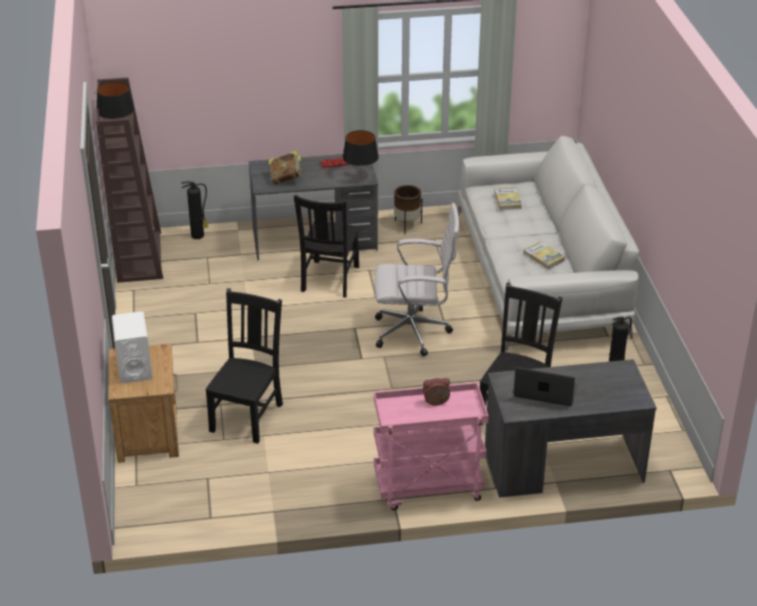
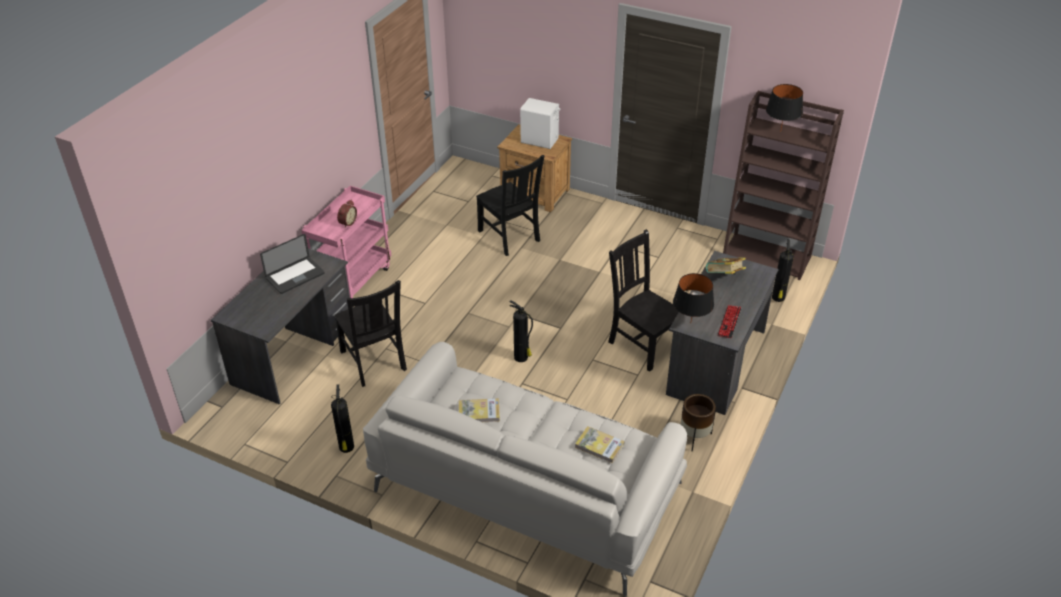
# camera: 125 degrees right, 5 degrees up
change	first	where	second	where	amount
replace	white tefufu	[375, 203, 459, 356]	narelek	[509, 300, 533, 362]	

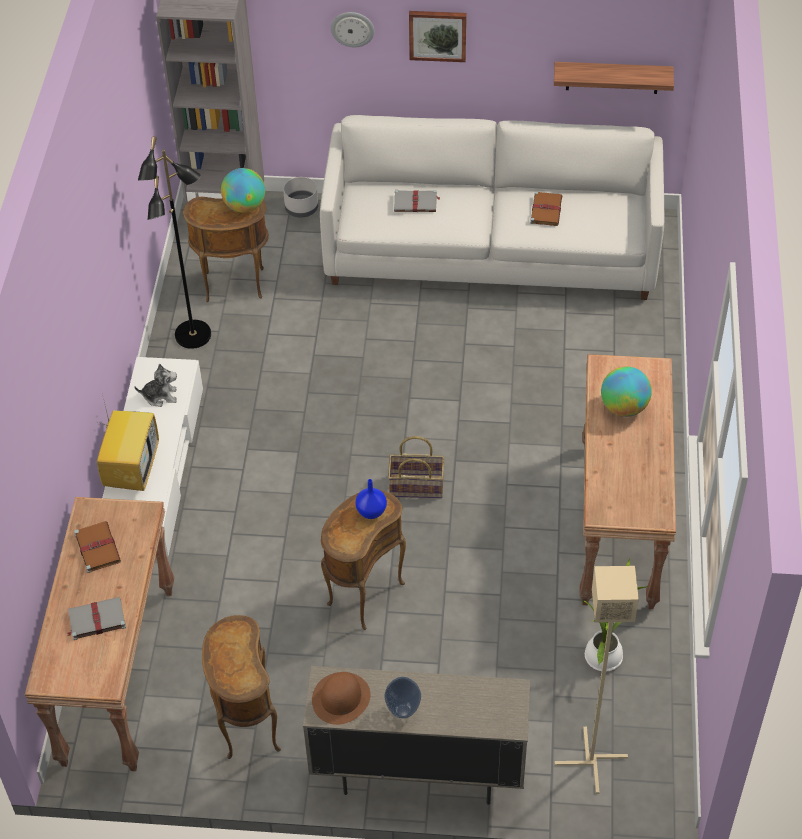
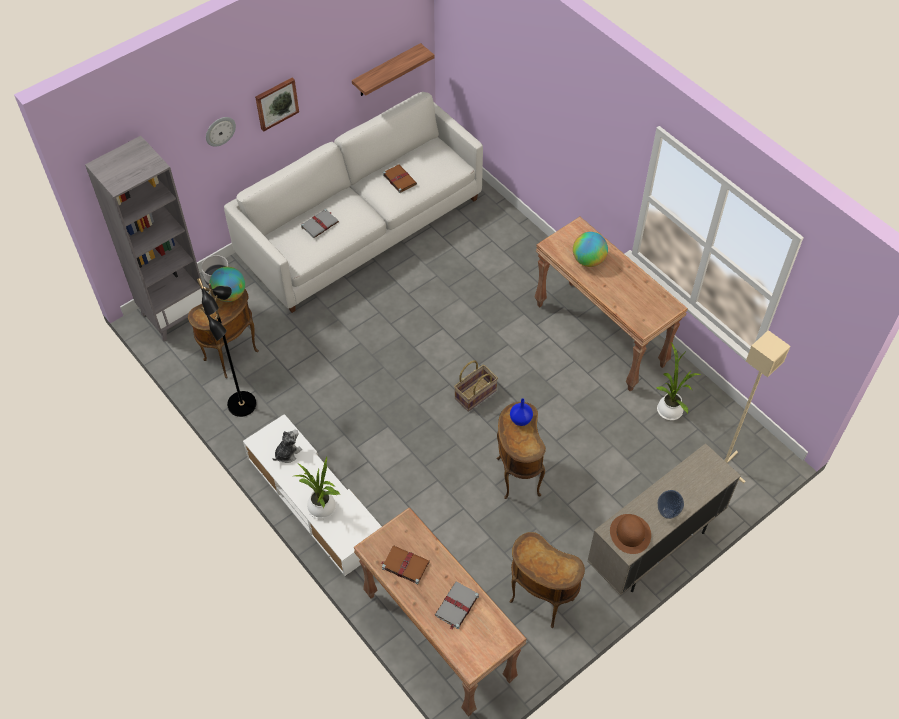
# camera: 45 degrees left, 5 degrees up
change	first	where	second	where	amount
replace	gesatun	[97, 393, 159, 491]	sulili	[295, 457, 341, 519]	

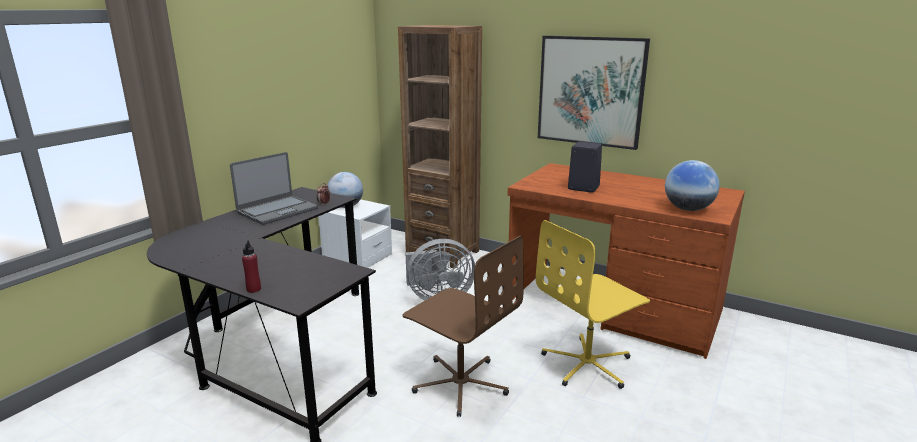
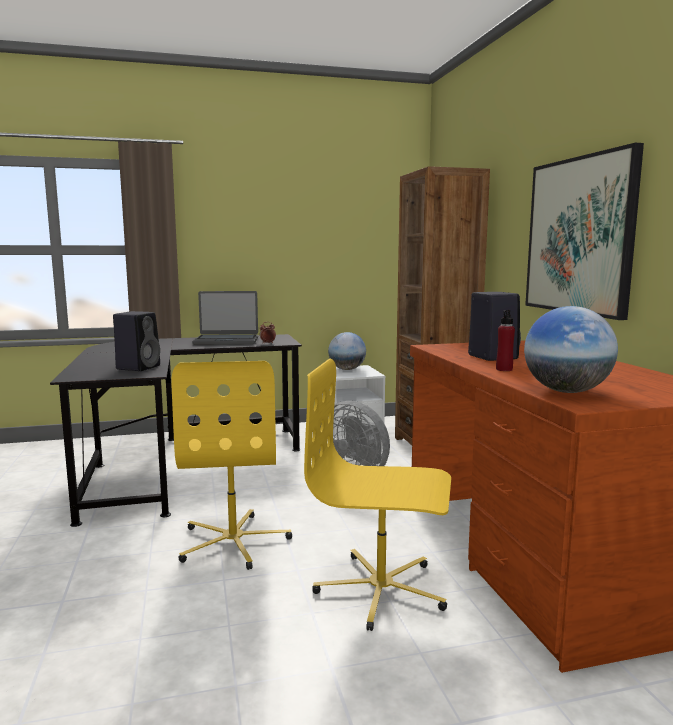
# camera: 45 degrees right, 10 degrees down
change	first	where	second	where	amount
recolor	brown tefufu	[403, 236, 524, 417]	yellow tefufu	[171, 361, 292, 570]	
move	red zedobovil	[242, 240, 261, 293]		[496, 310, 515, 371]	
insert			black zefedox	[113, 311, 160, 371]	

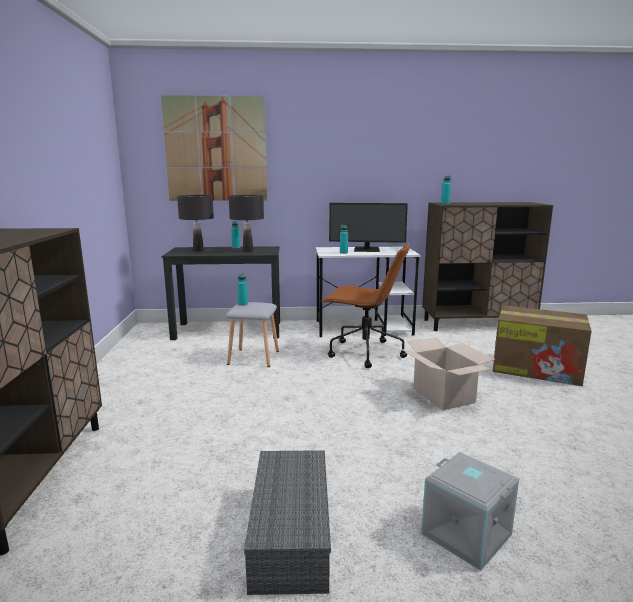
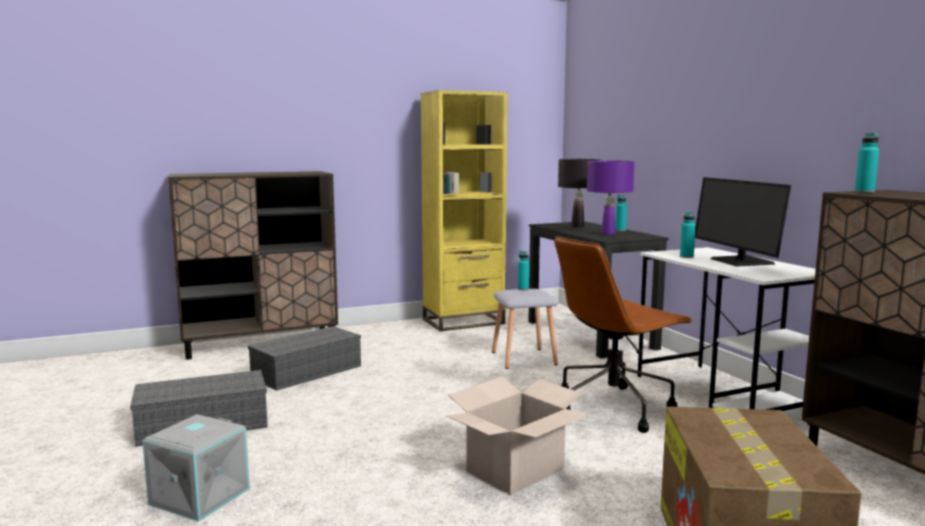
# camera: 70 degrees right, 5 degrees down
change	first	where	second	where	amount
delete	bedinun	[161, 95, 267, 201]			
recolor	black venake	[229, 195, 264, 252]	purple venake	[587, 161, 635, 235]	
rotate	brown tefufu	[322, 243, 410, 368]		[554, 236, 693, 433]	60 degrees clockwise
insert			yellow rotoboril	[421, 90, 508, 331]	
insert			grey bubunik	[248, 326, 361, 391]	

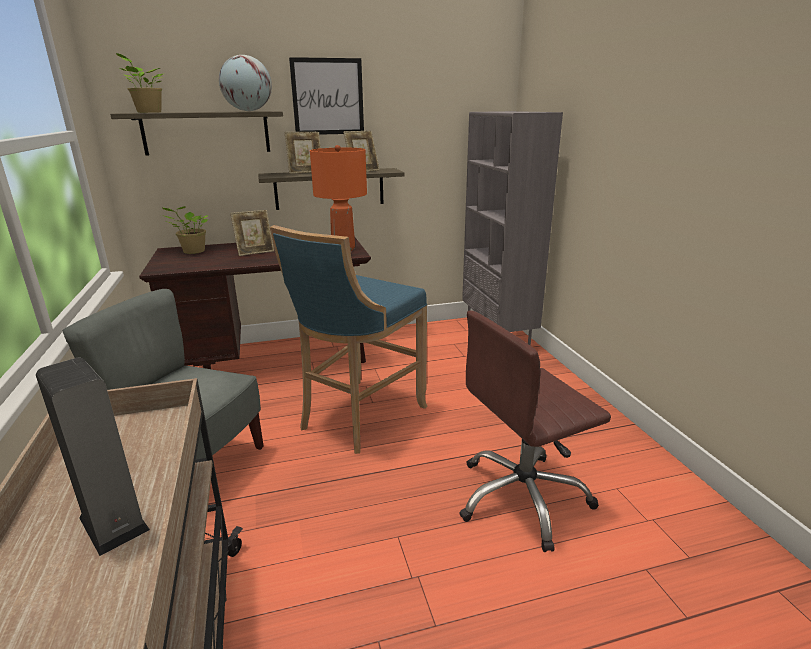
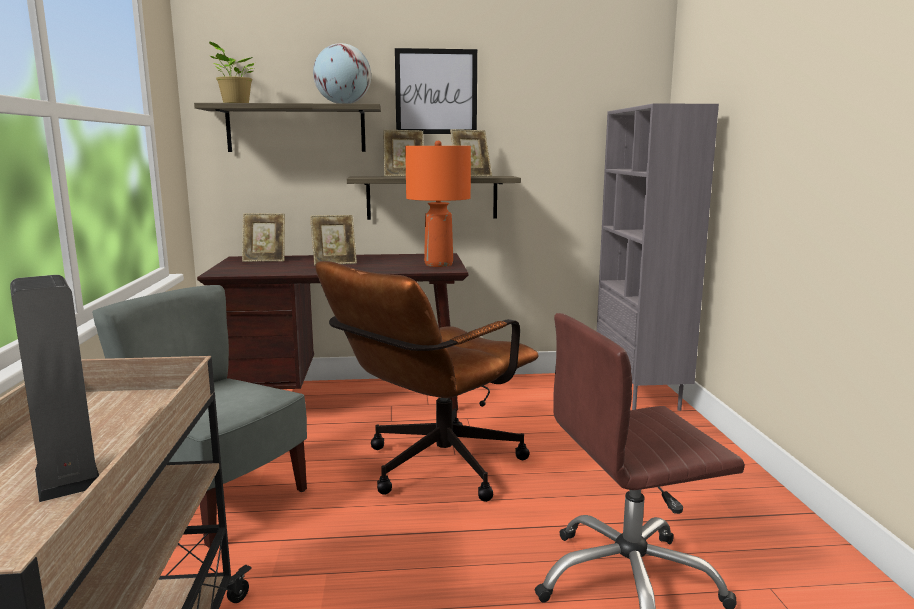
# camera: 10 degrees right, 10 degrees down
change	first	where	second	where	amount
replace	sulili	[161, 206, 208, 254]	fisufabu	[242, 213, 285, 262]	
replace	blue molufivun	[269, 225, 428, 454]	brown tefufu	[315, 261, 539, 502]	

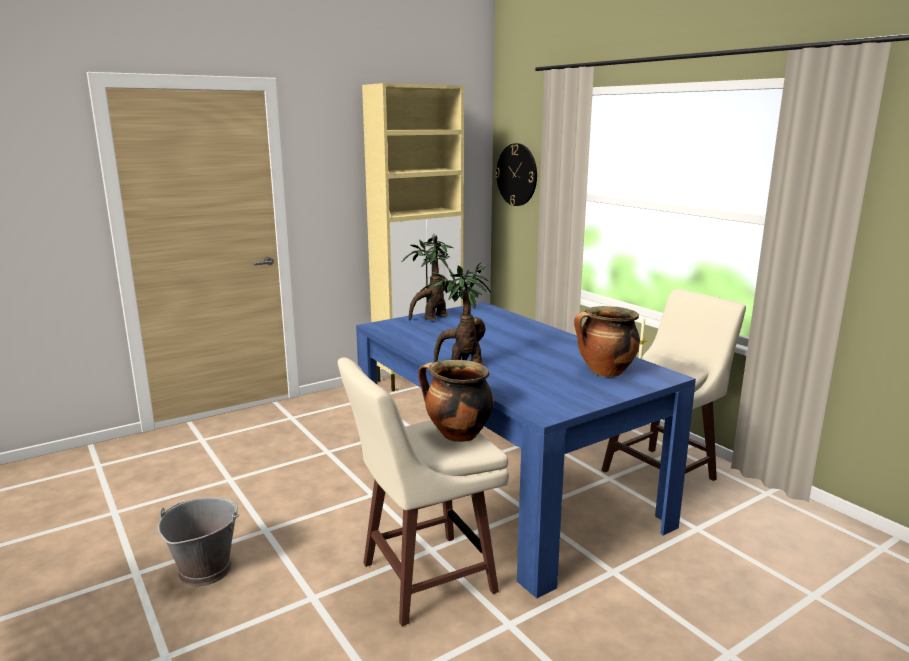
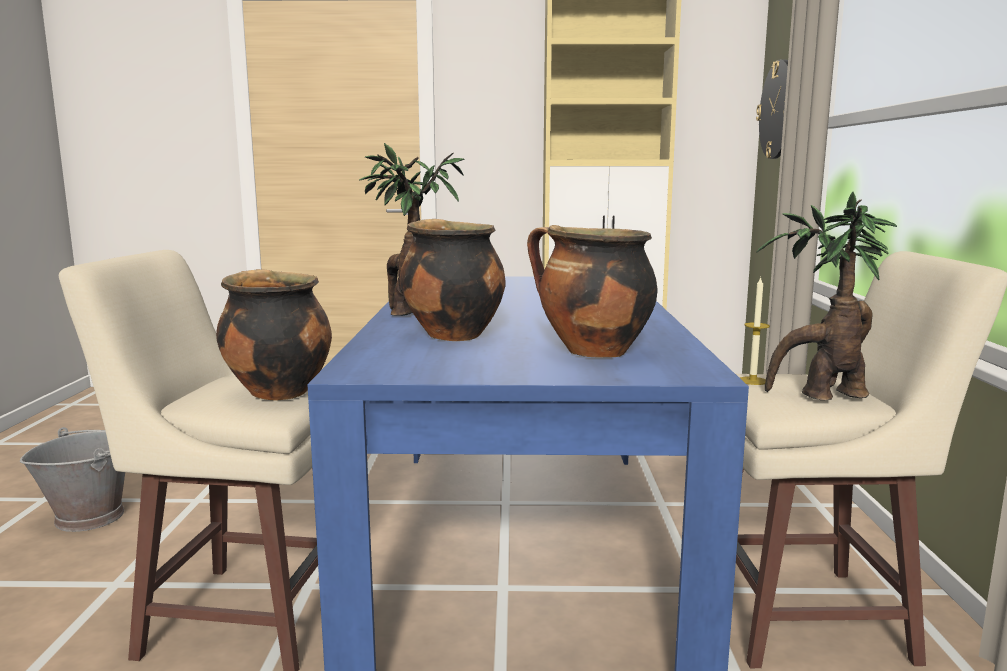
# camera: 35 degrees right, 5 degrees down
change	first	where	second	where	amount
move	sulili	[402, 233, 453, 320]		[756, 191, 897, 400]	
insert			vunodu	[400, 219, 506, 341]	

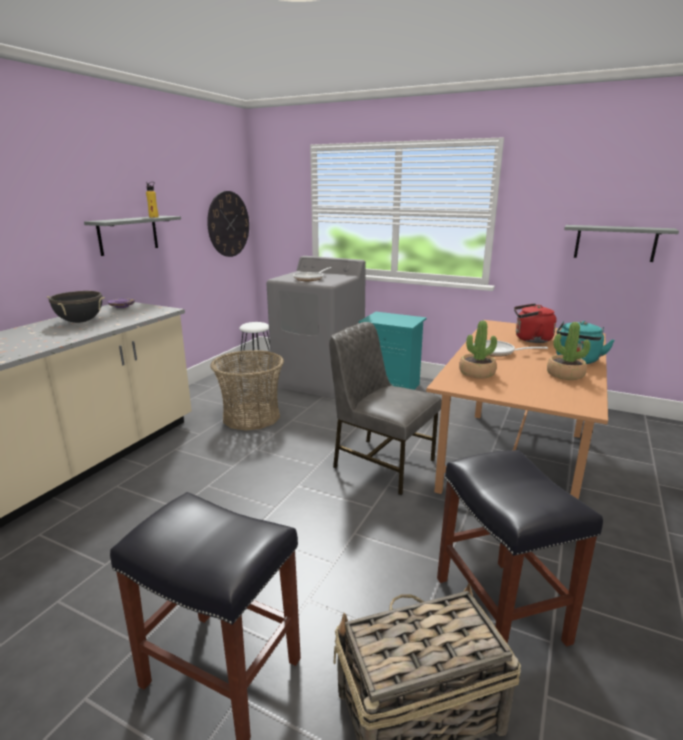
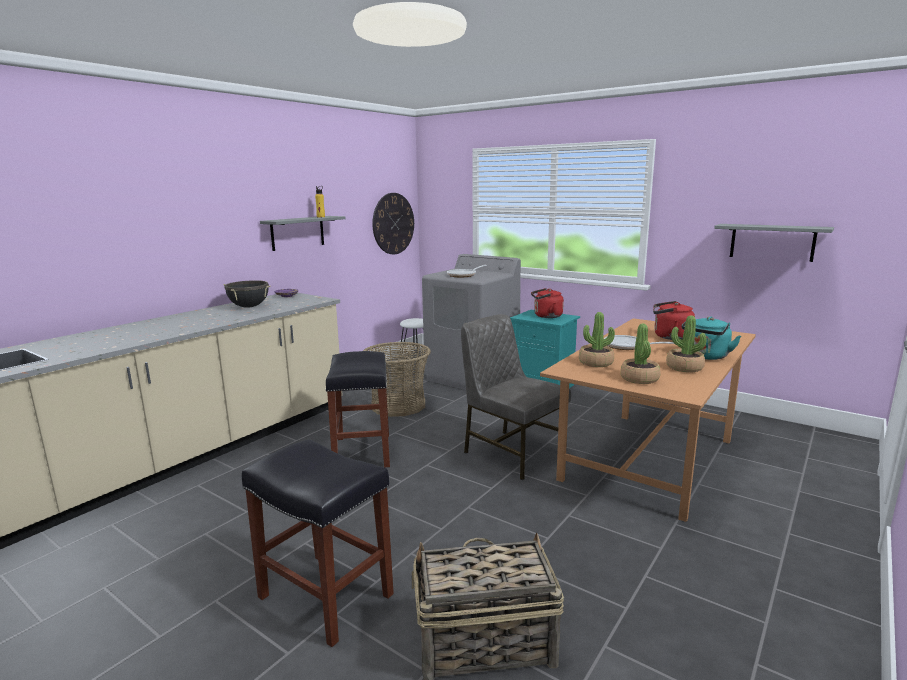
# camera: 10 degrees right, 5 degrees down
change	first	where	second	where	amount
move	black molufivun	[437, 450, 603, 647]		[325, 351, 390, 467]	
insert			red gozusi	[531, 288, 564, 318]	
insert			sulili	[621, 324, 660, 384]	

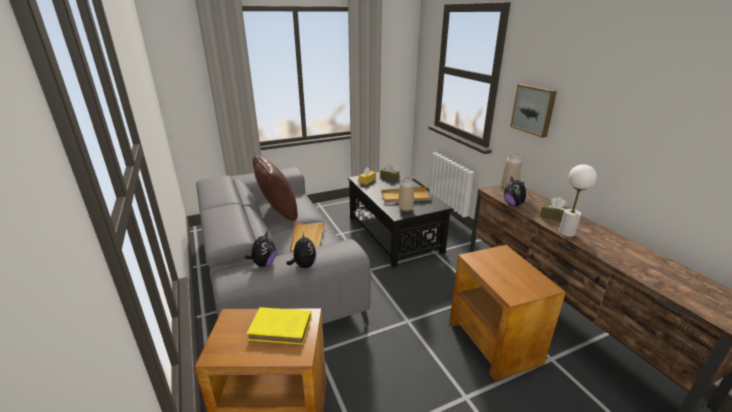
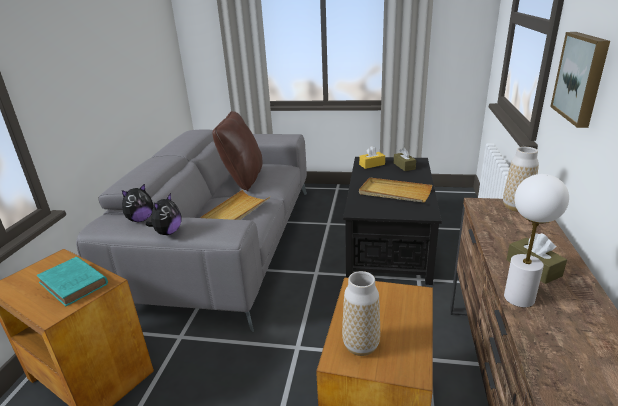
# camera: 35 degrees right, 0 degrees up
change	first	where	second	where	amount
move	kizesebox	[398, 176, 414, 212]		[342, 271, 380, 356]	
delete	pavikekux	[504, 177, 530, 206]			
recolor	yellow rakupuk	[247, 307, 312, 345]	turquoise rakupuk	[36, 257, 108, 306]	

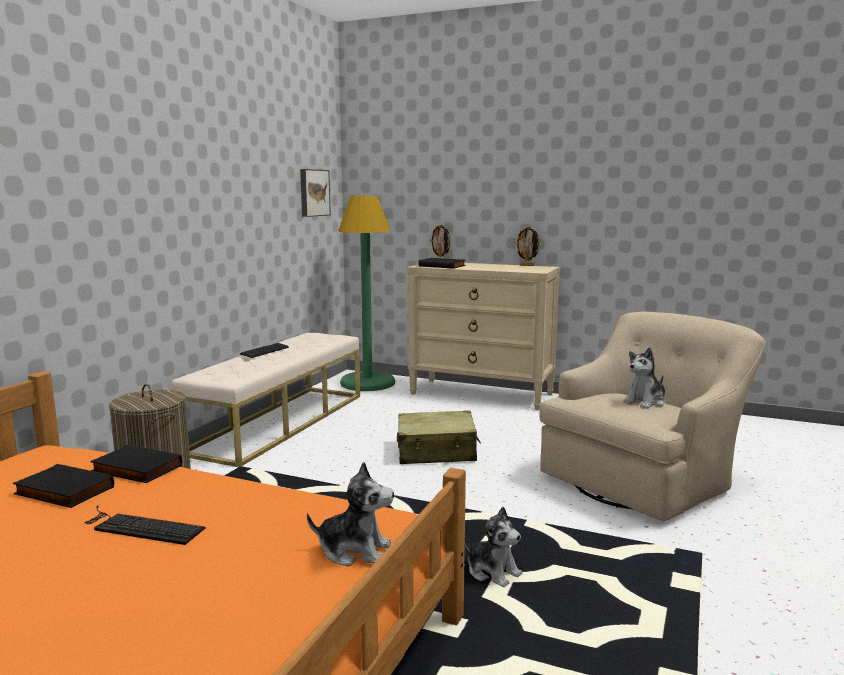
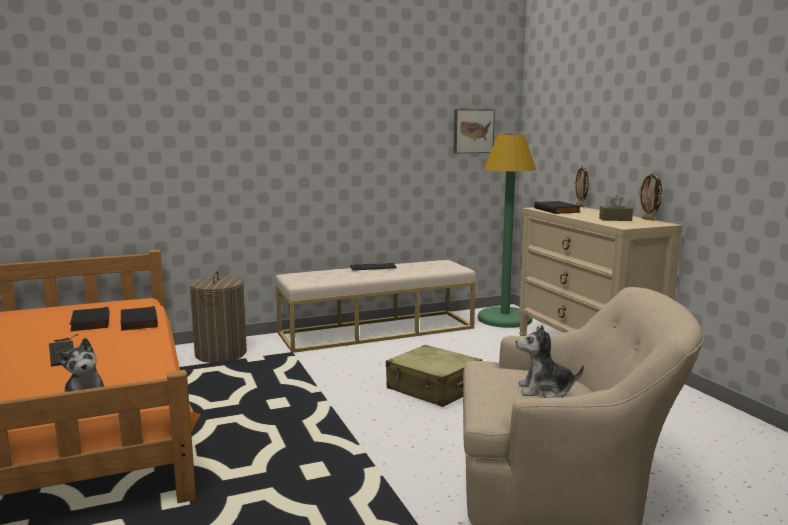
# camera: 45 degrees right, 0 degrees up
change	first	where	second	where	amount
delete	pavikekux	[465, 507, 523, 587]			
insert			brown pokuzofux	[599, 195, 633, 221]	

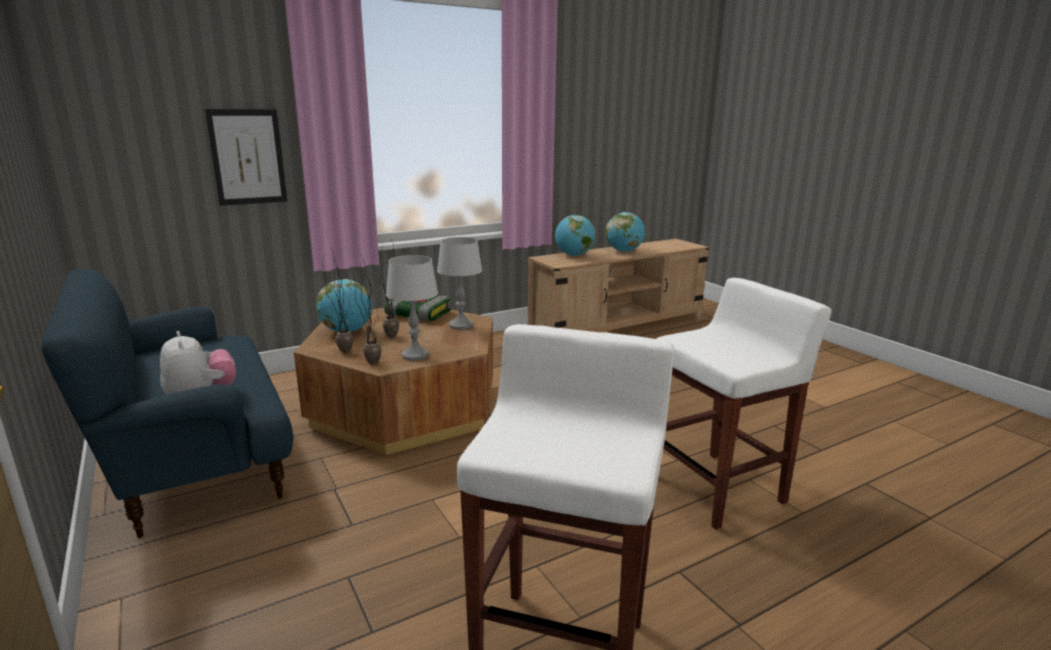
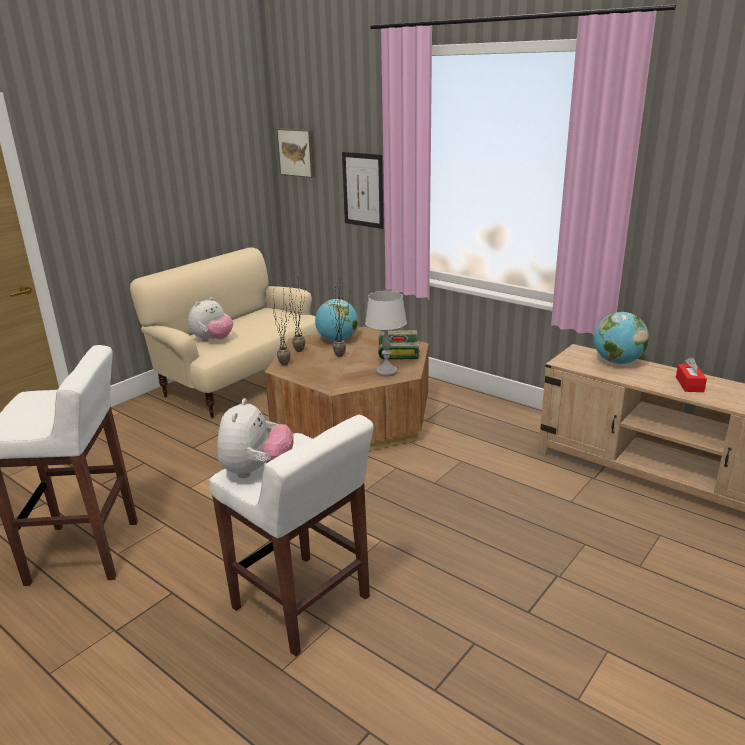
# camera: 70 degrees right, 5 degrees up
change	first	where	second	where	amount
replace	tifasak	[606, 212, 645, 252]	red pokuzofux	[676, 357, 707, 392]	
delete	grey venake	[386, 255, 438, 361]			
recolor	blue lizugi	[41, 269, 294, 538]	beige lizugi	[130, 247, 320, 418]	
insert			bedinun	[277, 128, 315, 178]	
insert			pavikekux	[218, 398, 294, 478]	

